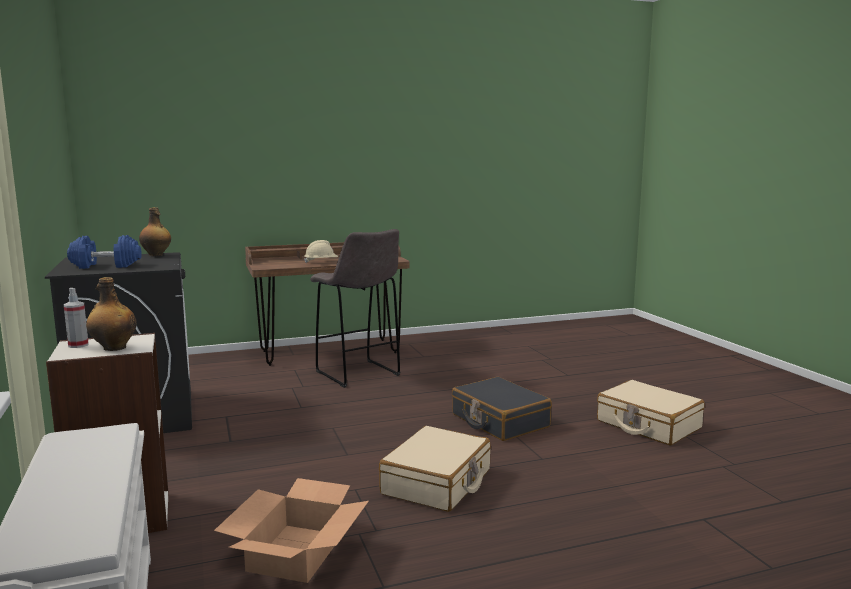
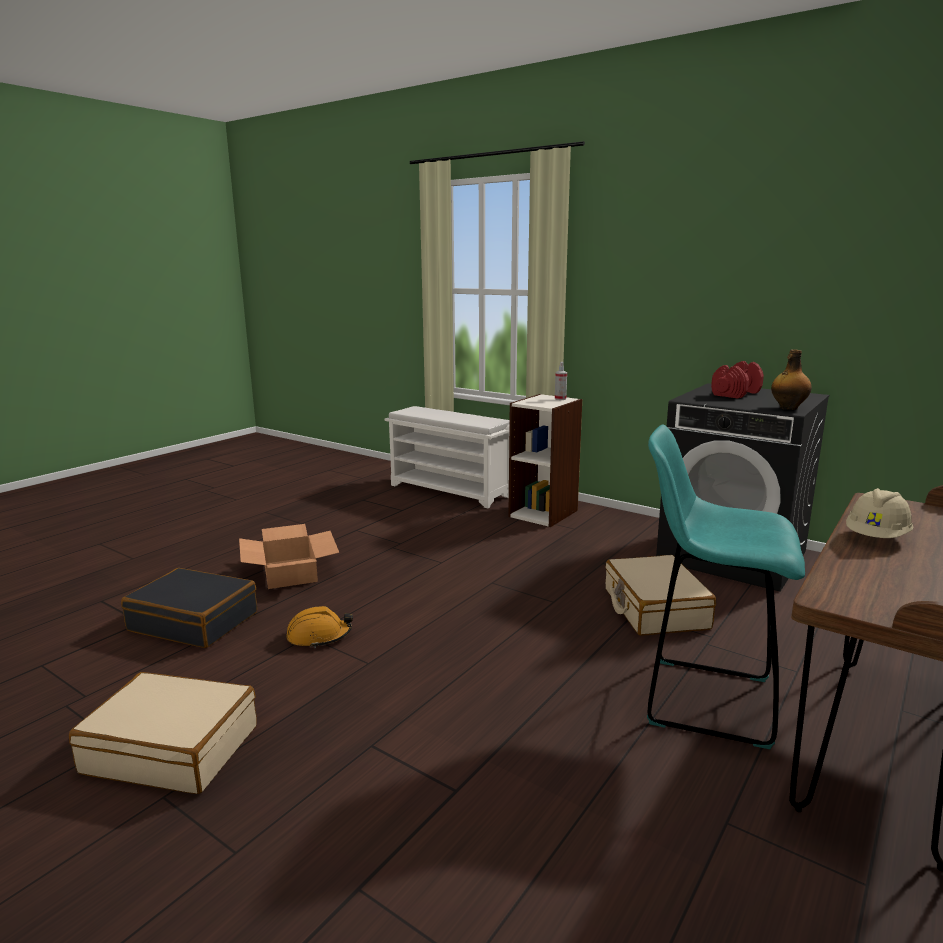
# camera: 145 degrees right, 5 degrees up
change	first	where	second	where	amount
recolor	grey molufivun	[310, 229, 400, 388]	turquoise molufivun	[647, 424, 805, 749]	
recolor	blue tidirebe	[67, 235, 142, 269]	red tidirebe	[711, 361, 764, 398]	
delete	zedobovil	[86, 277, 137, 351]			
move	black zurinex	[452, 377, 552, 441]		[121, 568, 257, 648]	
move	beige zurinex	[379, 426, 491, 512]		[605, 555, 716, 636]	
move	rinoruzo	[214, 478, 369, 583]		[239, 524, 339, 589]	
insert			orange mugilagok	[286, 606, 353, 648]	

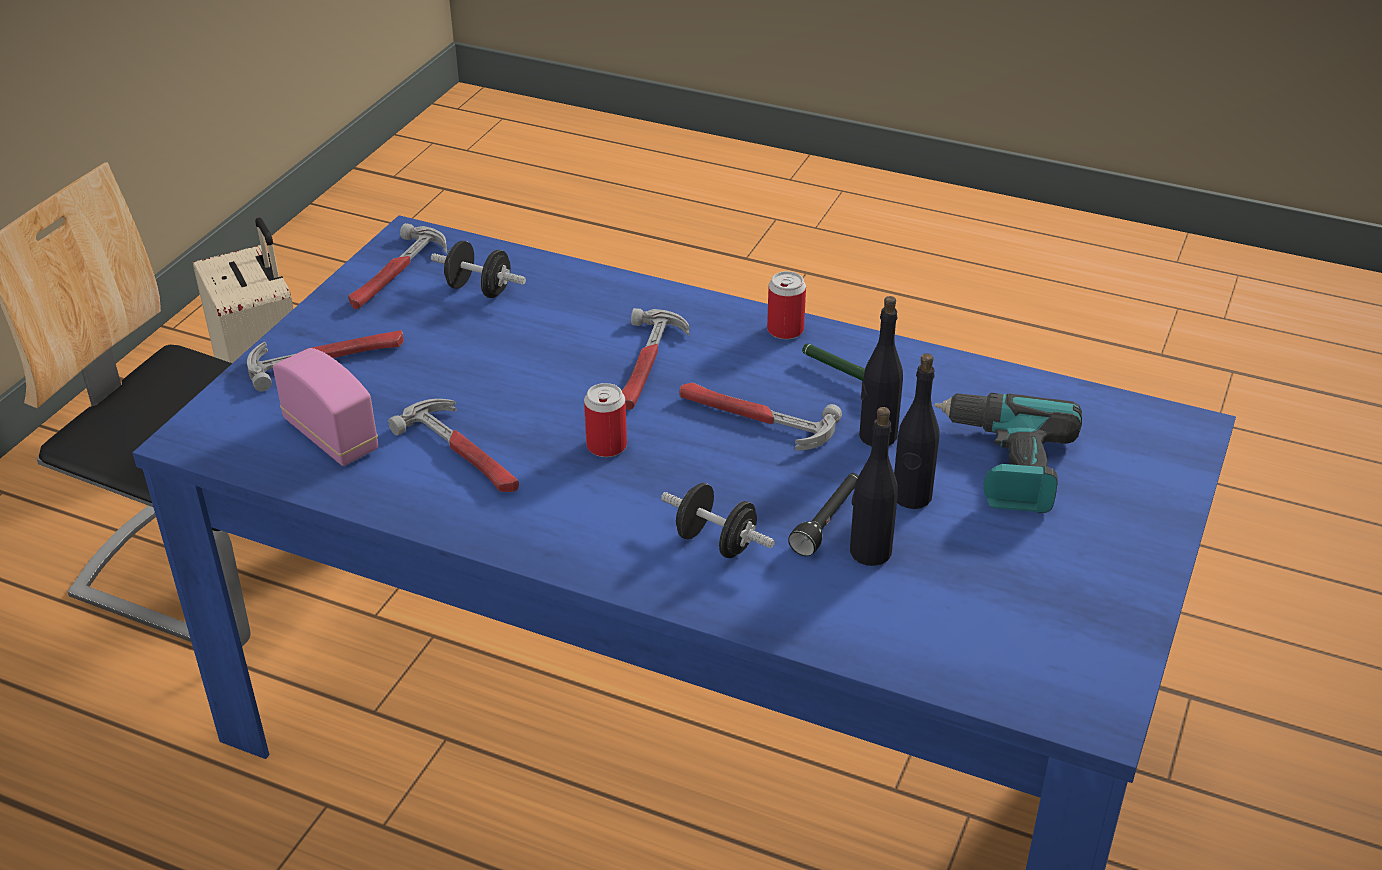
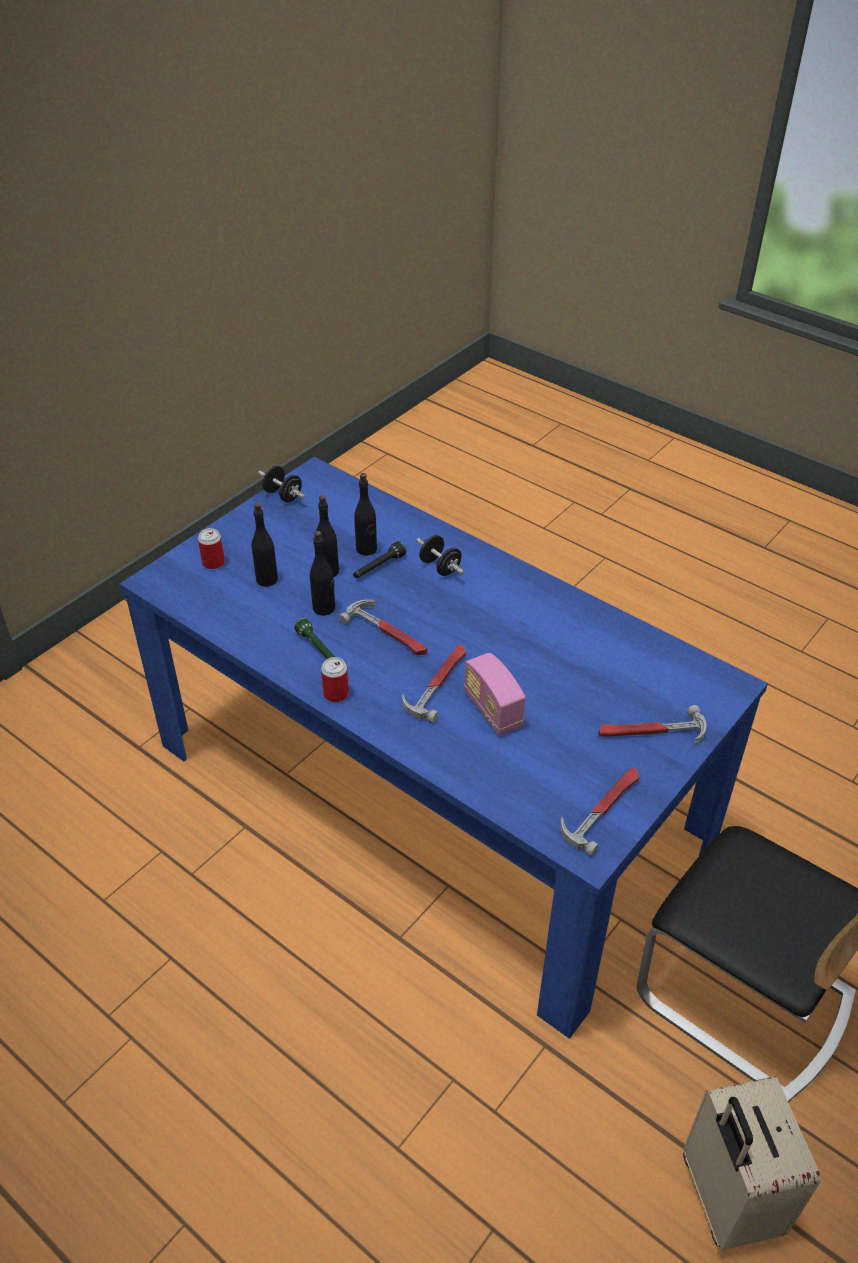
# camera: 165 degrees left, 5 degrees up
change	first	where	second	where	amount
move	black tidirebe	[431, 241, 526, 298]		[258, 466, 305, 502]	
move	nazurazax	[273, 348, 378, 466]		[464, 653, 525, 736]	
move	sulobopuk	[584, 383, 627, 457]		[198, 528, 225, 569]	
replace	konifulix	[935, 393, 1082, 513]	black zedobovil	[252, 503, 278, 587]	
delete	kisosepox	[388, 399, 519, 492]			

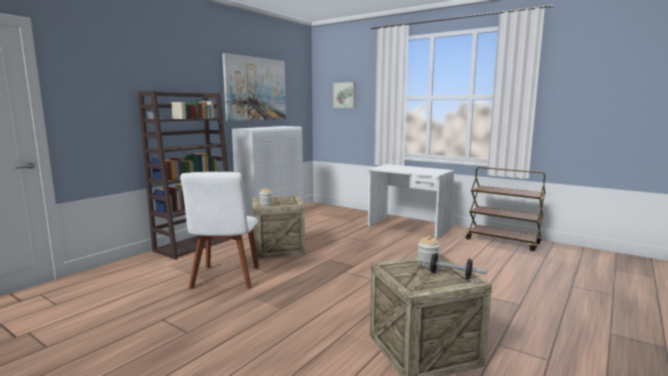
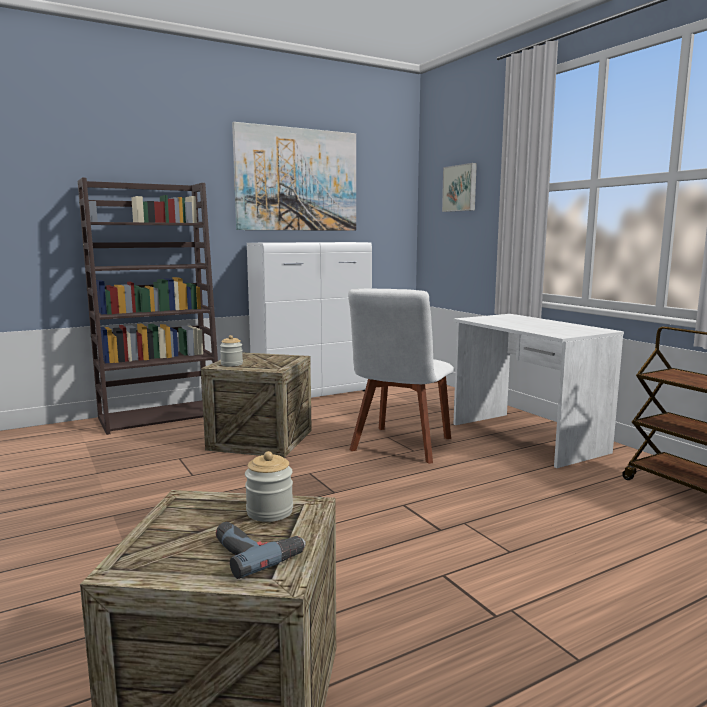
# camera: 25 degrees right, 0 degrees up
change	first	where	second	where	amount
move	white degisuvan	[180, 172, 259, 289]		[348, 288, 455, 464]	
replace	tidirebe	[418, 253, 487, 279]	konifulix	[216, 522, 306, 579]	

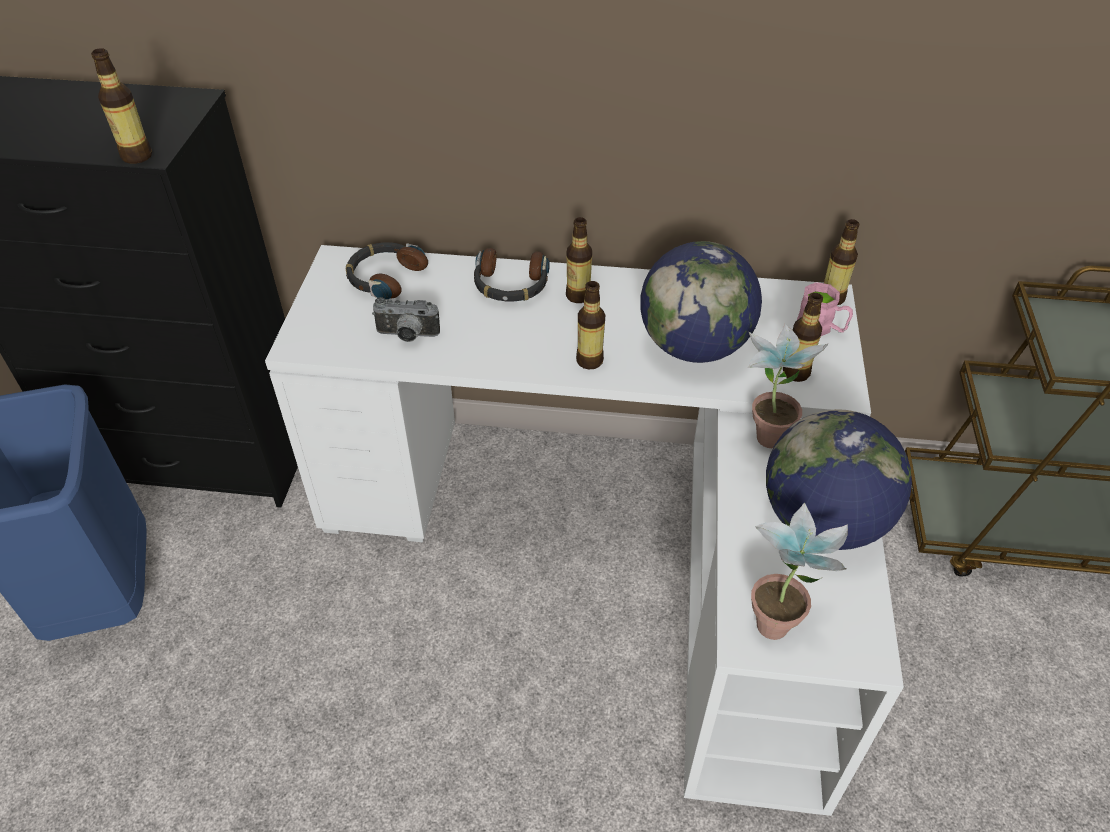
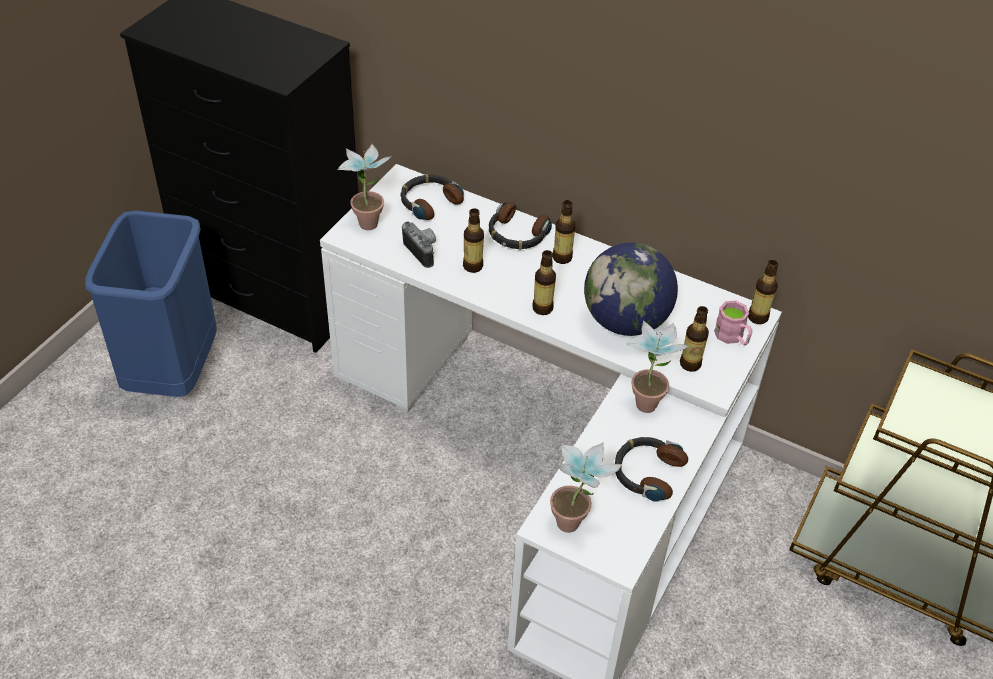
# camera: 20 degrees right, 0 degrees up
change	first	where	second	where	amount
move	zedobovil	[91, 48, 152, 164]		[463, 208, 484, 273]	
rotate	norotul	[372, 297, 440, 342]		[402, 221, 436, 268]	150 degrees counterclockwise
replace	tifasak	[766, 409, 912, 550]	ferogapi	[615, 437, 688, 502]	
insert			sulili	[338, 144, 391, 230]	

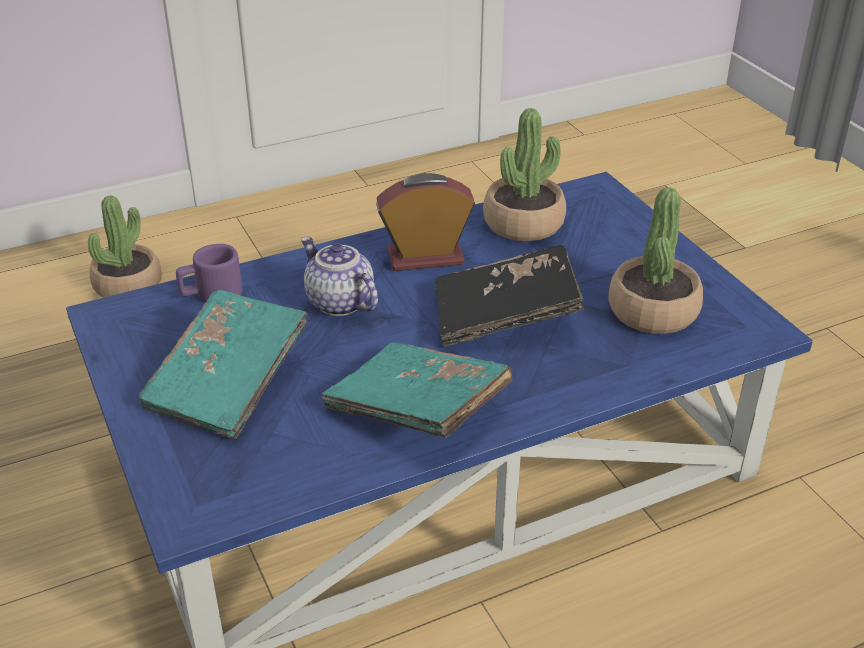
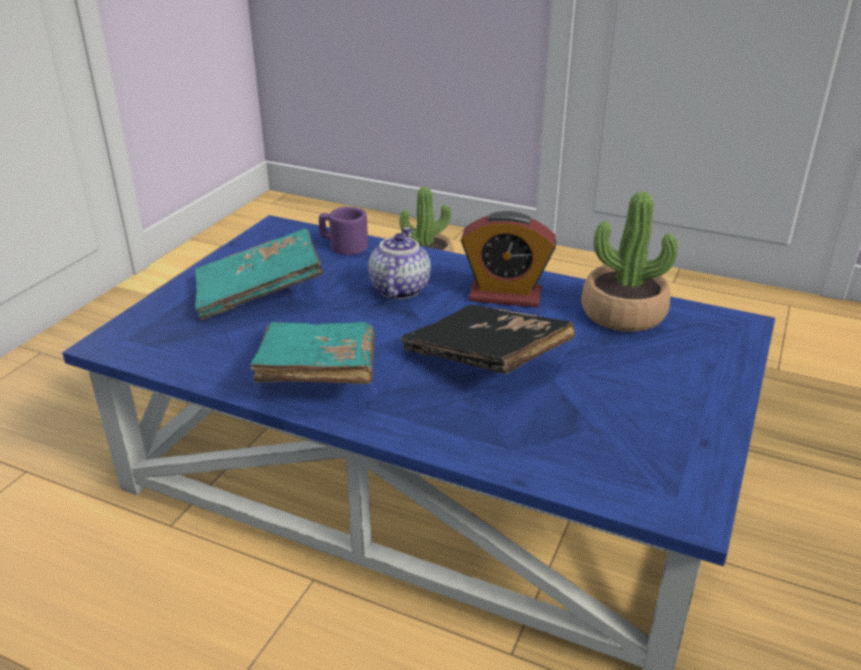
# camera: 50 degrees right, 5 degrees down
change	first	where	second	where	amount
rotate	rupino	[376, 173, 475, 271]		[461, 211, 556, 307]	150 degrees clockwise
delete	sulili	[608, 187, 703, 334]			

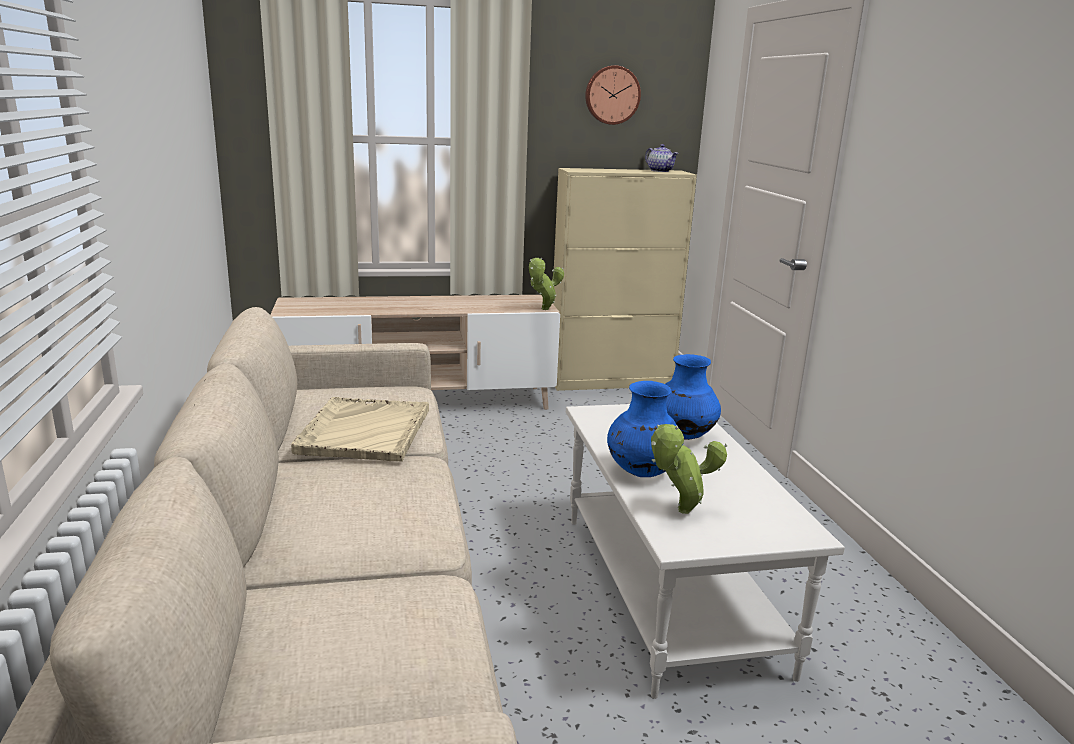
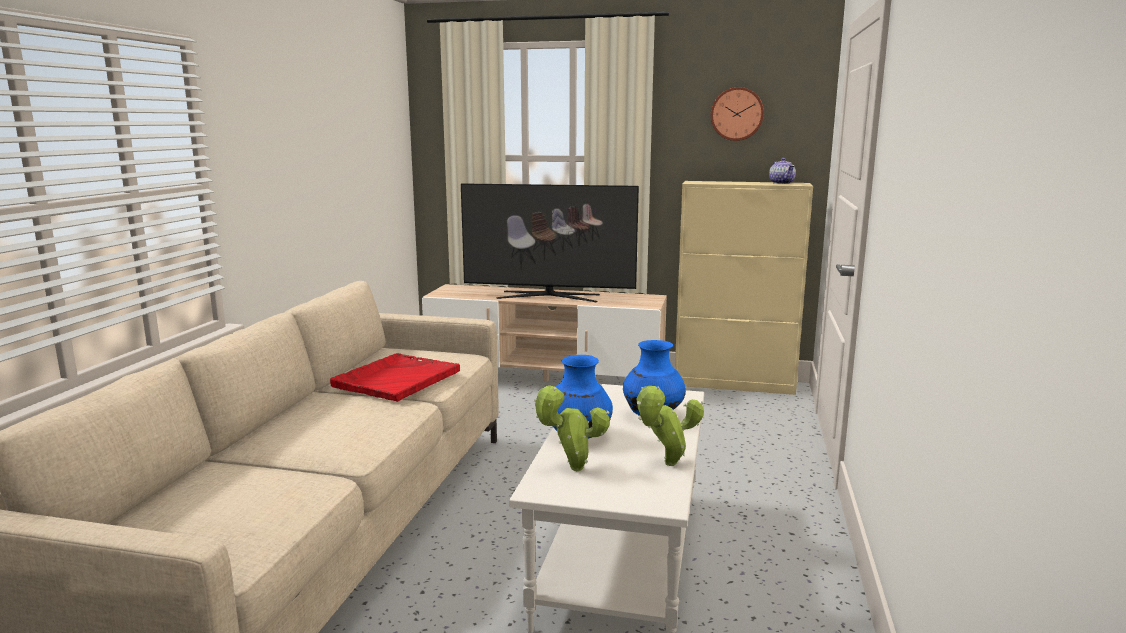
# camera: 25 degrees right, 5 degrees down
change	first	where	second	where	amount
move	sulili	[529, 257, 564, 310]		[636, 386, 704, 466]	
recolor	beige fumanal	[291, 397, 429, 462]	red fumanal	[330, 353, 460, 402]	
insert			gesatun	[461, 183, 639, 302]	

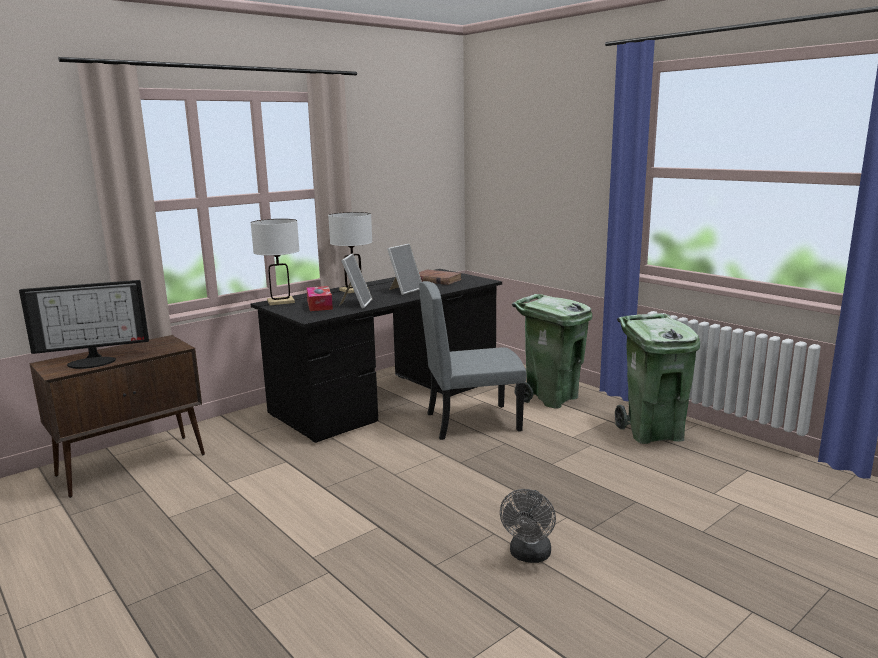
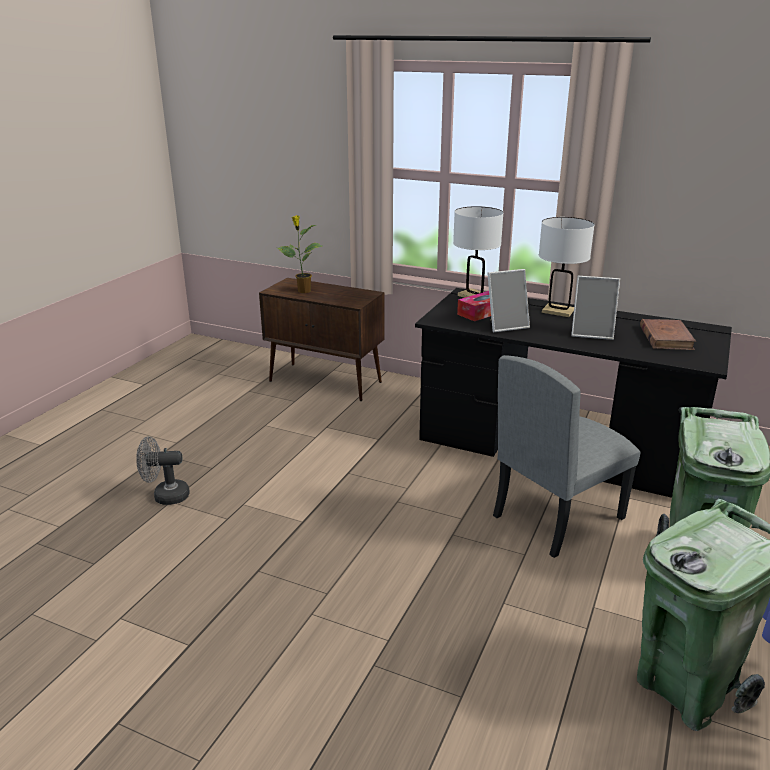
# camera: 65 degrees right, 10 degrees up
change	first	where	second	where	amount
replace	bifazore	[19, 280, 149, 369]	sulili	[277, 215, 322, 293]	
rotate	grey degisuvan	[419, 281, 526, 440]		[493, 355, 641, 558]	90 degrees counterclockwise
move	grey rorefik	[500, 489, 556, 563]		[136, 436, 189, 505]	

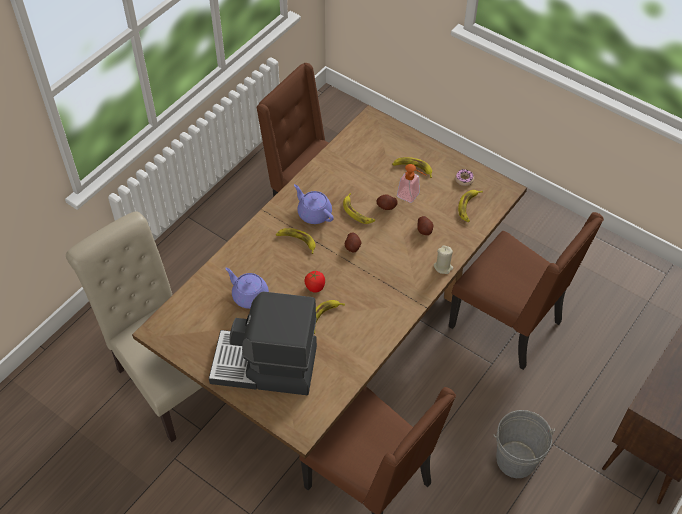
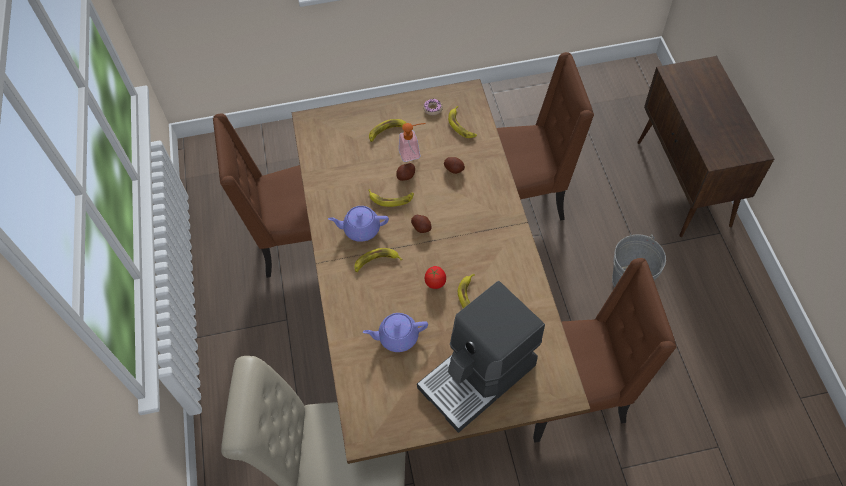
# camera: 45 degrees left, 5 degrees up
change	first	where	second	where	amount
delete	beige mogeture	[434, 245, 453, 274]			

